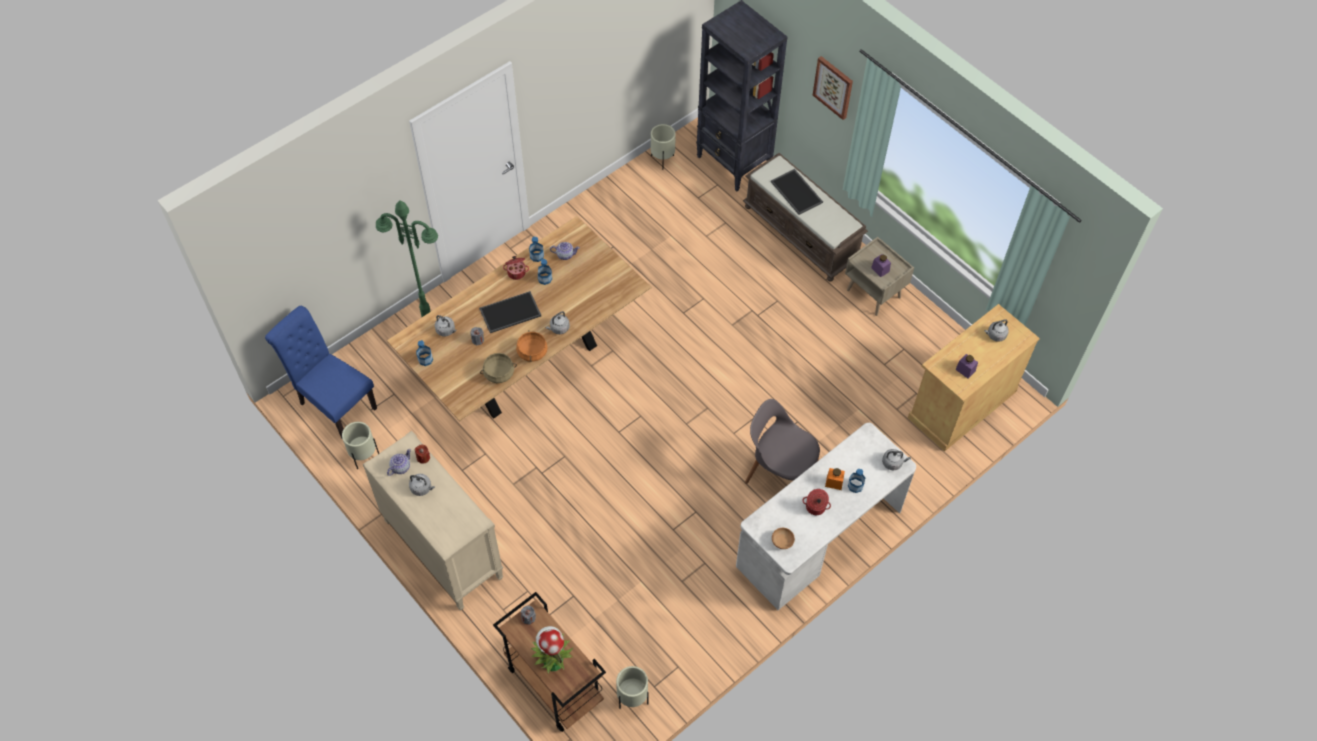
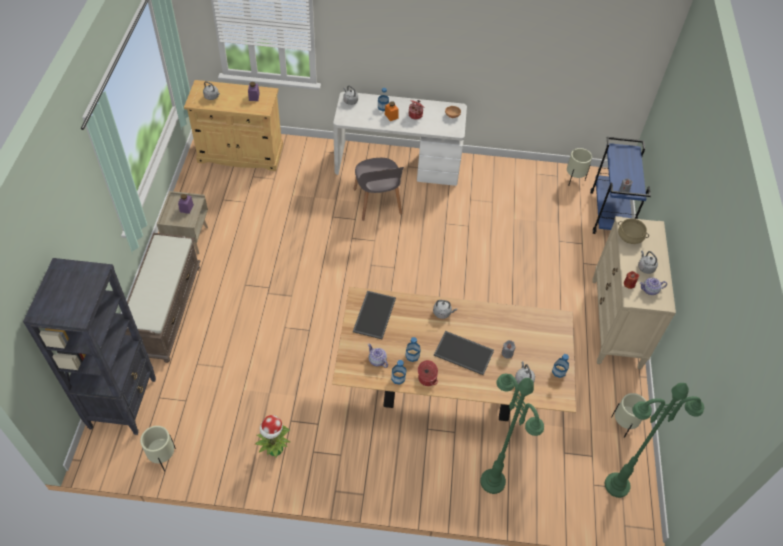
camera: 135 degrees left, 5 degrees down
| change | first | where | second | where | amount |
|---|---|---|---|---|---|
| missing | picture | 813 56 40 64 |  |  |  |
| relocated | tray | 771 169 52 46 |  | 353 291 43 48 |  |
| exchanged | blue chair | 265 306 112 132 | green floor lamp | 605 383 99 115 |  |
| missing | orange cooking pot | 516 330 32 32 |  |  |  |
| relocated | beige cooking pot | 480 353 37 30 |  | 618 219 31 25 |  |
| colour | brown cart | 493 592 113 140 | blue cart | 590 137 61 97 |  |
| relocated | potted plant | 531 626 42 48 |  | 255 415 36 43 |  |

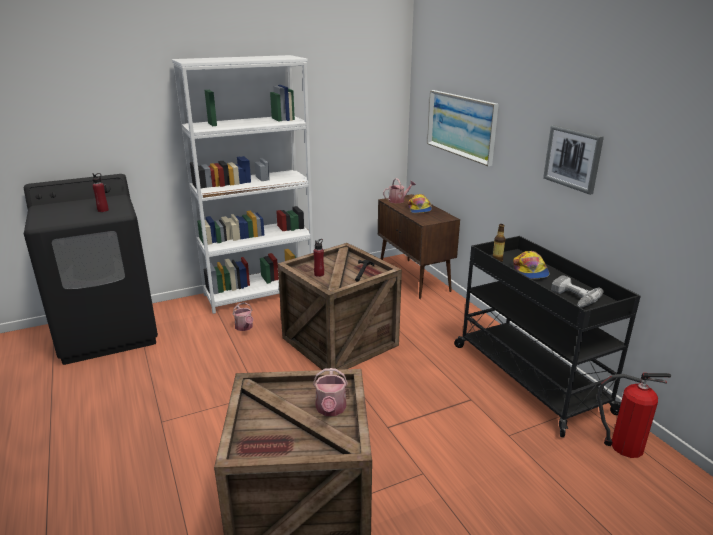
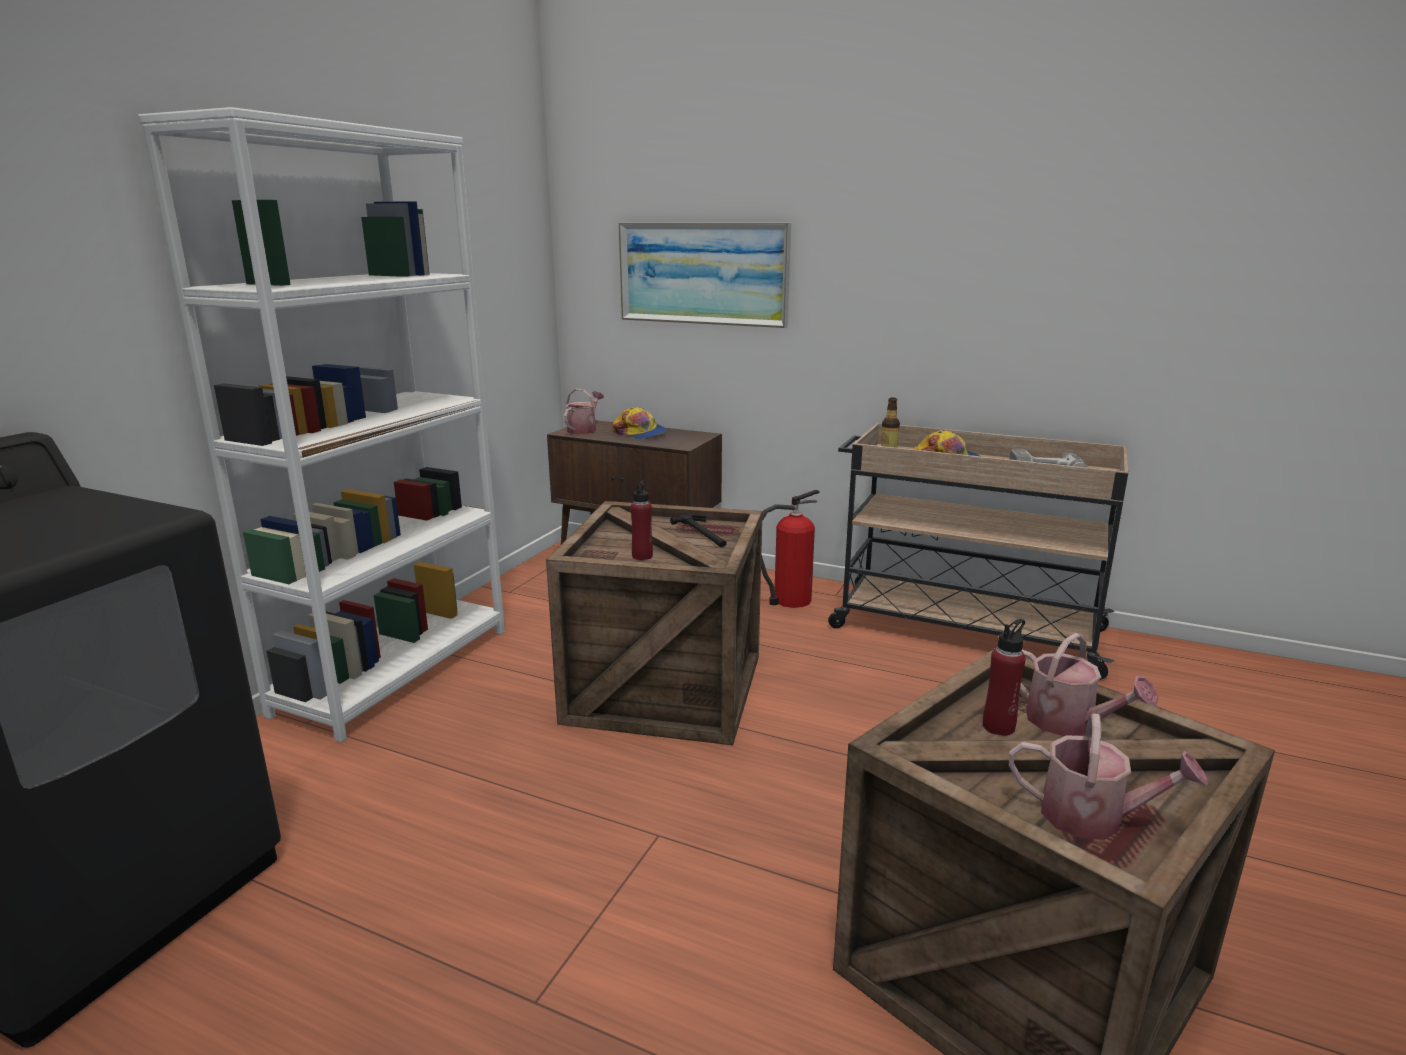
camera: 40 degrees left, 5 degrees down
| change | first | where | second | where | amount |
|---|---|---|---|---|---|
| missing | picture | 543 125 61 70 |  |  |  |
| relocated | red bottle | 92 173 17 39 |  | 983 619 43 117 |  |
| colour | black cart | 454 236 187 202 | beige cart | 828 423 300 257 |  |
| relocated | watering can | 233 302 21 29 |  | 1009 713 199 127 |  |
| relocated | fire extinguisher | 597 373 74 85 |  | 761 490 59 118 |  |

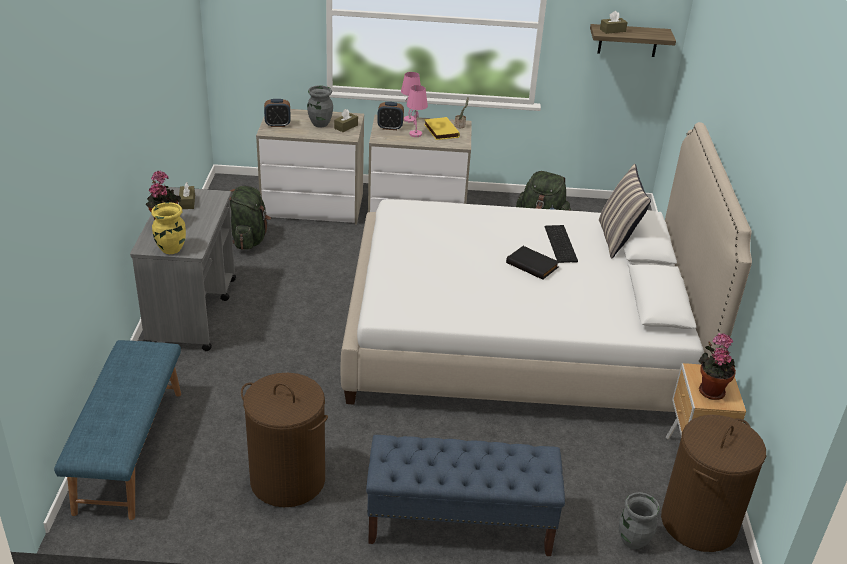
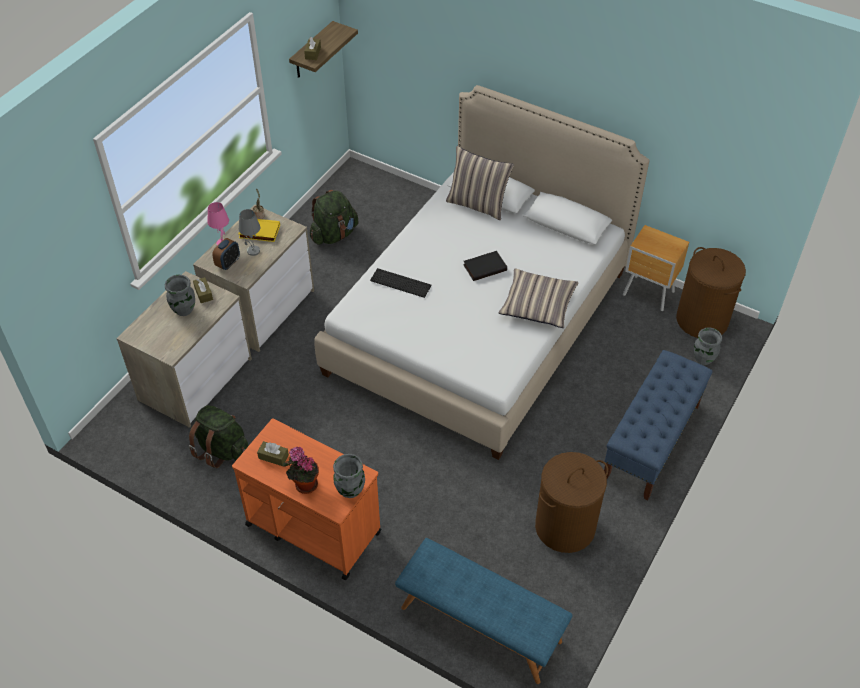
camera: 60 degrees left, 15 degrees up
| change | first | where | second | where | amount |
|---|---|---|---|---|---|
| colour | pink table lamp | 407 85 21 52 | grey table lamp | 239 209 21 47 |  |
| missing | alarm clock | 264 99 27 28 |  |  |  |
| colour | grey cart | 130 187 106 164 | orange cart | 232 419 150 161 |  |
| colour | yellow vase | 151 202 35 52 | grey vase | 333 454 32 44 |  |
| relocated | keyboard | 545 225 33 38 |  | 370 268 61 30 |  |
| missing | potted plant | 699 333 37 67 |  |  |  |
| appeared |  |  | pillow | 499 269 80 59 |  |

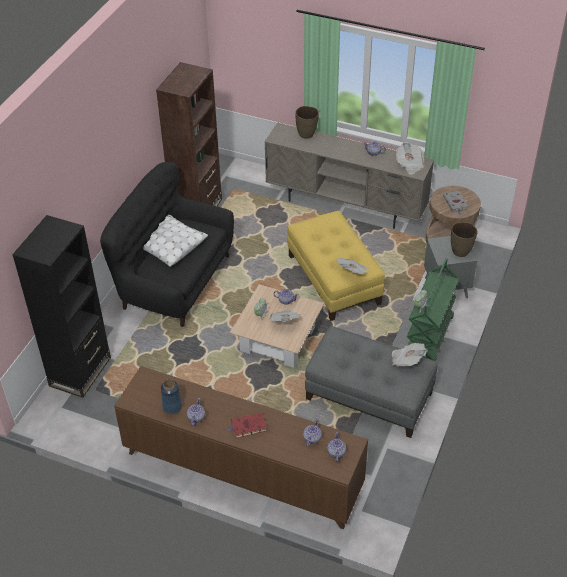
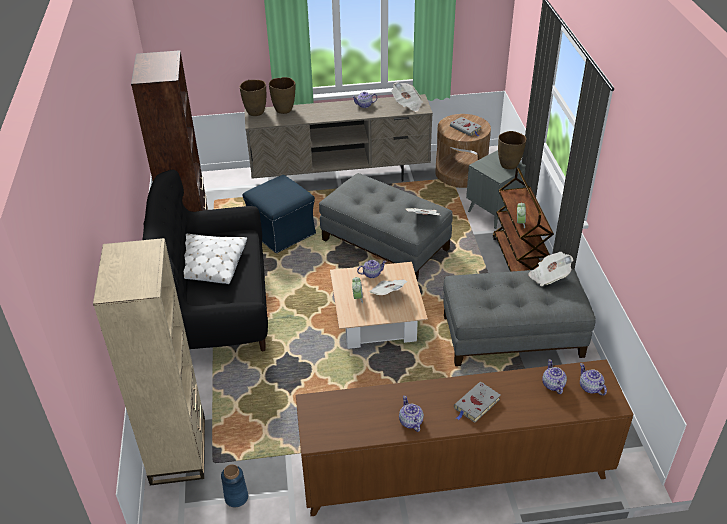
camera: 30 degrees left, 5 degrees down
| change | first | where | second | where | amount |
|---|---|---|---|---|---|
| colour | yellow ottoman | 288 211 97 110 | grey ottoman | 319 173 134 108 |  |
| colour | black bookcase | 12 215 99 183 | beige bookcase | 93 238 112 248 |  |
| colour | green cart | 407 258 52 103 | brown cart | 493 168 61 104 |  |
| relocated | blue vase | 161 379 21 35 |  | 221 464 27 43 |  |
| colour | red book | 227 413 40 25 | grey book | 454 382 47 41 |  |
| appeared |  |  | brown vase | 239 80 27 36 |  |
| appeared |  |  | blue ottoman | 242 175 74 78 |  |

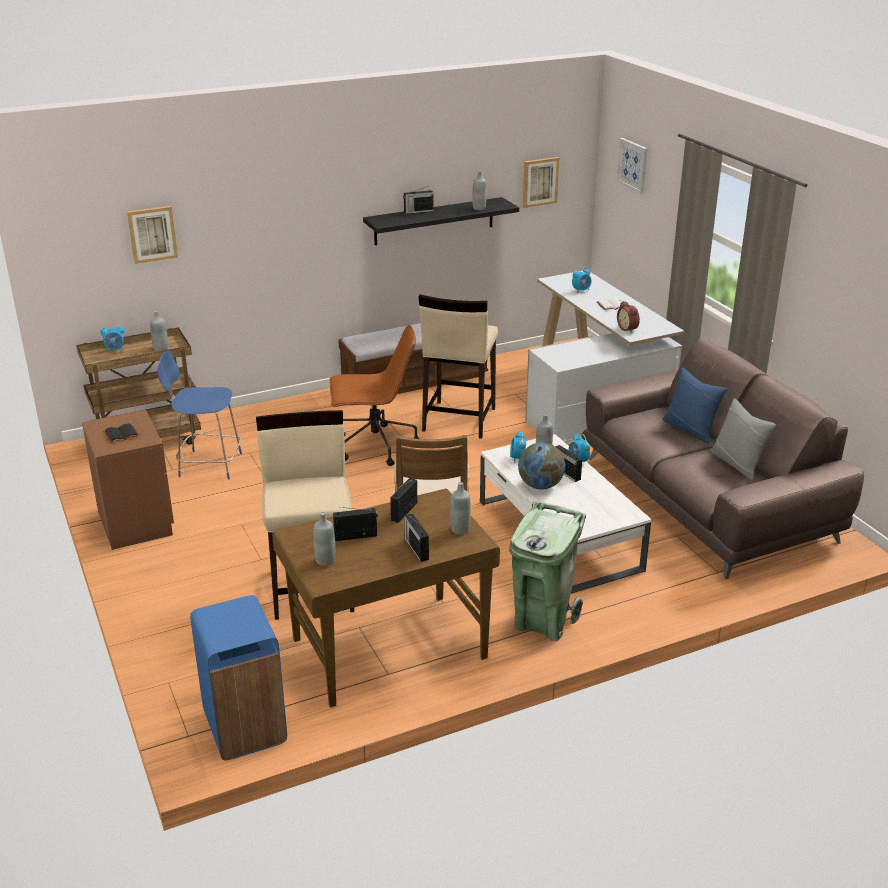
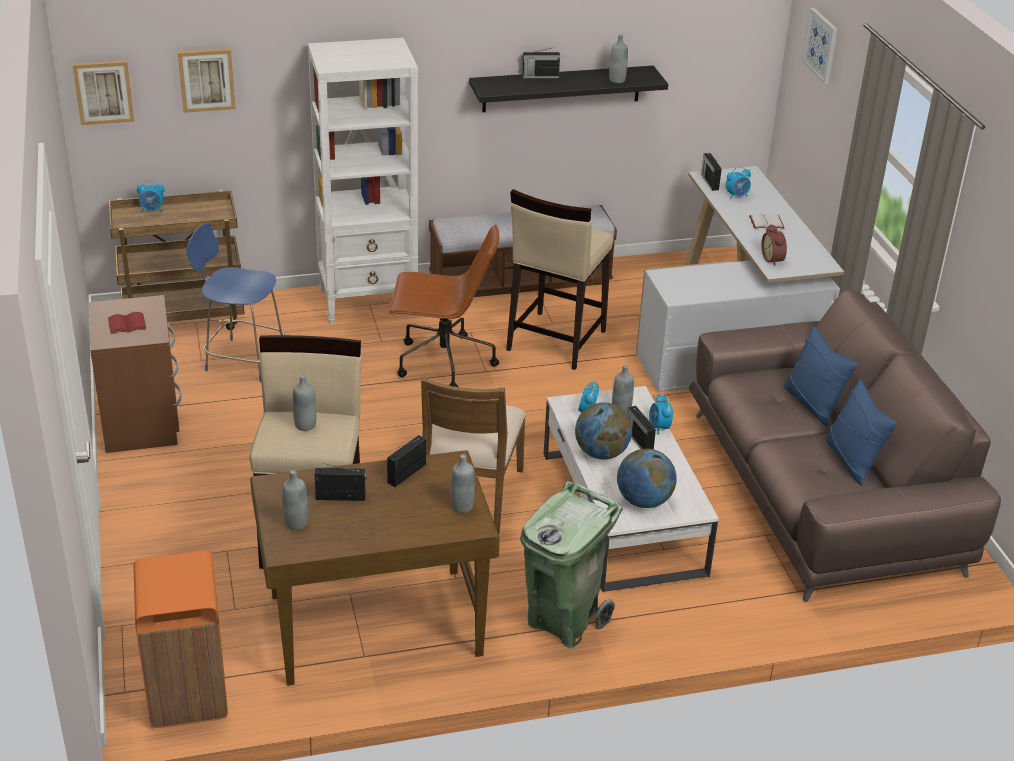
camera: 10 degrees right, 5 degrees up
| change | first | where | second | where | amount |
|---|---|---|---|---|---|
| relocated | picture | 523 157 36 51 |  | 73 60 61 65 |  |
| relocated | grey bottle | 150 311 18 41 |  | 293 375 23 56 |  |
| colour | grey pillow | 710 398 66 82 | blue pillow | 826 379 71 107 |  |
| colour | black book | 103 424 36 19 | red book | 108 312 38 22 |  |
| relocated | radio | 404 513 25 49 |  | 701 153 21 38 |  |
| colour | blue trash can | 190 595 97 165 | orange trash can | 133 551 95 177 |  |
| appeared |  |  | white bookcase | 308 38 110 287 |  |
| appeared |  |  | globe | 617 449 59 59 |  |

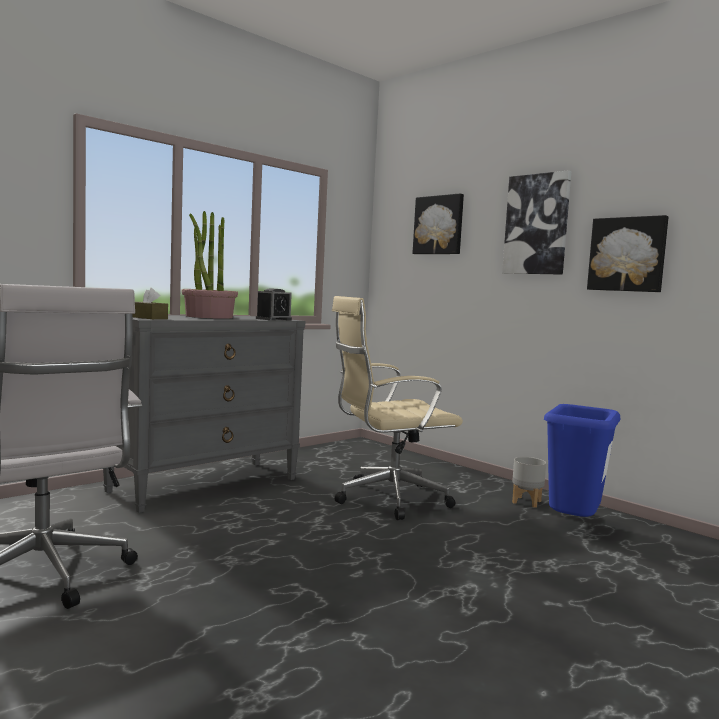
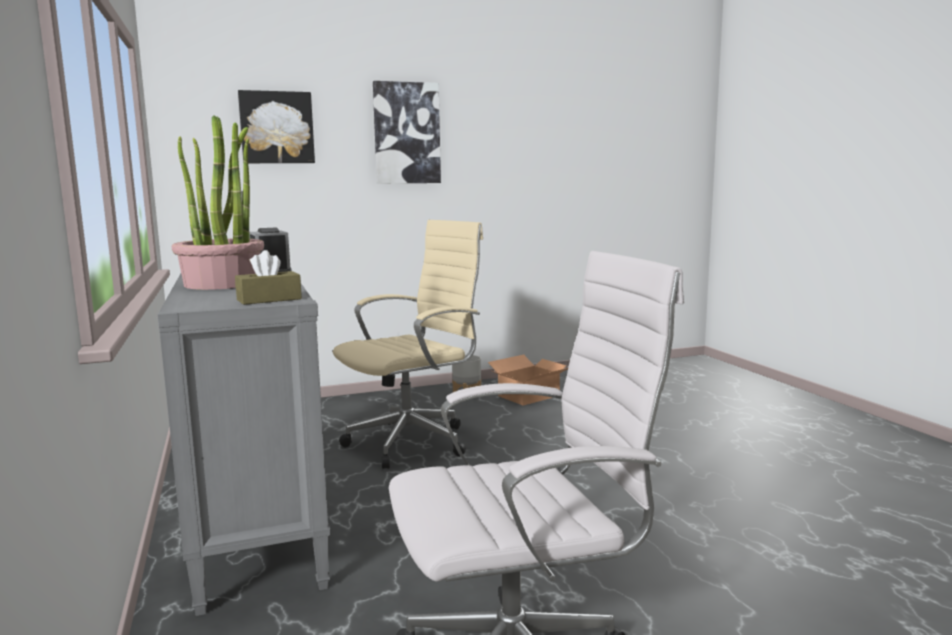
camera: 65 degrees left, 5 degrees up
| change | first | where | second | where | amount |
|---|---|---|---|---|---|
| missing | picture | 587 215 82 77 |  |  |  |
| spun | beige office chair | 332 296 131 224 |  | 333 220 150 249 | 135 degrees counterclockwise |
| exchanged | blue trash can | 544 404 77 113 | cardboard box | 488 355 80 51 |  |

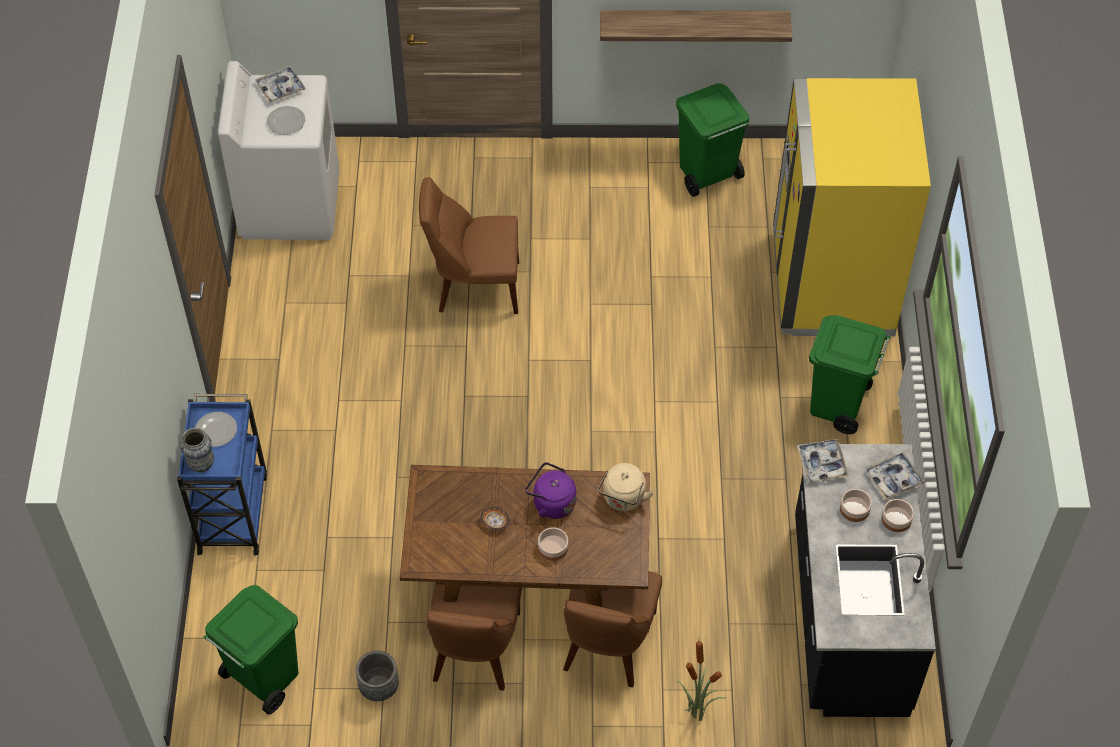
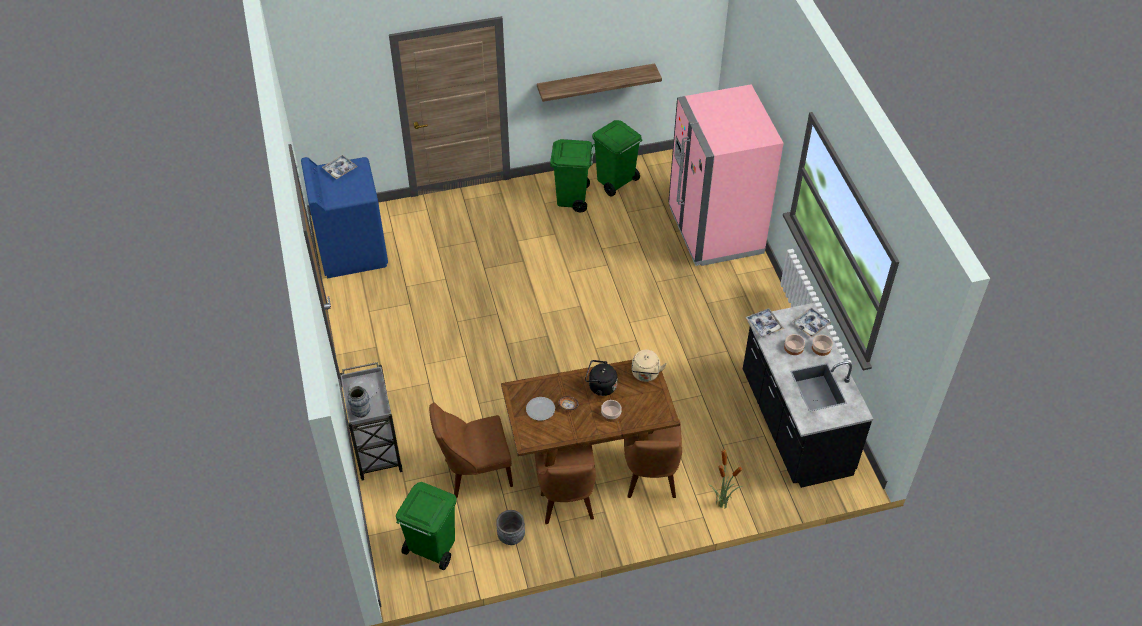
camera: 15 degrees left, 5 degrees down
| change | first | where | second | where | amount |
|---|---|---|---|---|---|
| colour | white washing machine | 218 61 122 179 | blue washing machine | 301 157 87 122 |  |
| colour | yellow fridge | 773 78 158 258 | pink fridge | 668 84 115 182 |  |
| relocated | plate | 267 106 38 29 |  | 526 397 29 24 |  |
| relocated | brown chair | 419 177 100 137 |  | 429 403 84 95 |  |
| relocated | green trash can | 809 315 81 119 |  | 550 139 45 73 |  |
| colour | blue cart | 177 394 90 161 | grey cart | 340 362 63 119 |  |
| colour | purple kettle | 525 462 51 57 | black kettle | 585 360 33 36 |  |

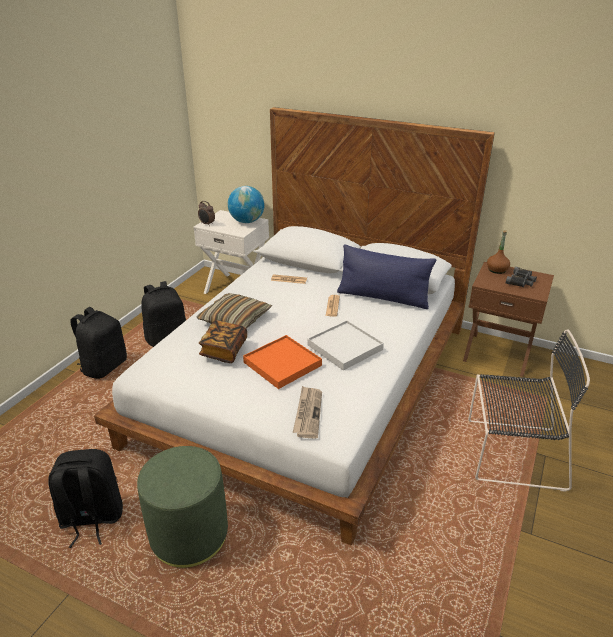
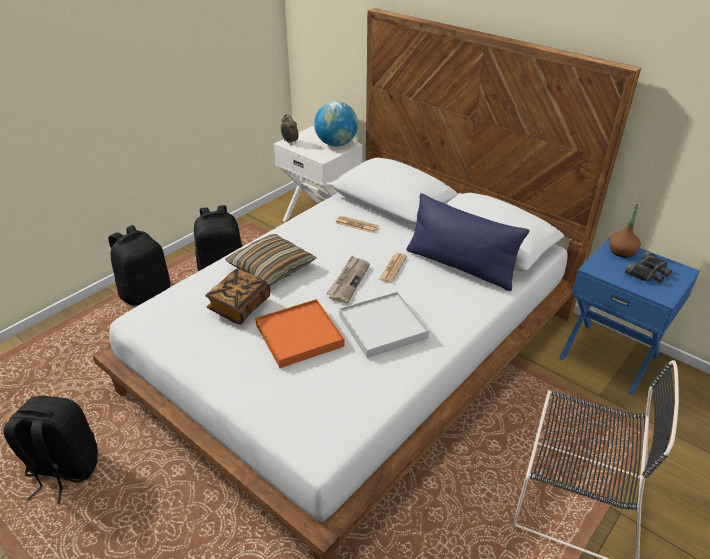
camera: 15 degrees right, 5 degrees up
| change | first | where | second | where | amount |
|---|---|---|---|---|---|
| colour | brown nightstand | 463 262 91 115 | blue nightstand | 559 237 141 158 |  |
| relocated | newspaper | 293 386 29 52 |  | 326 256 44 47 |  |
| missing | green ottoman | 137 446 91 122 |  |  |  |

